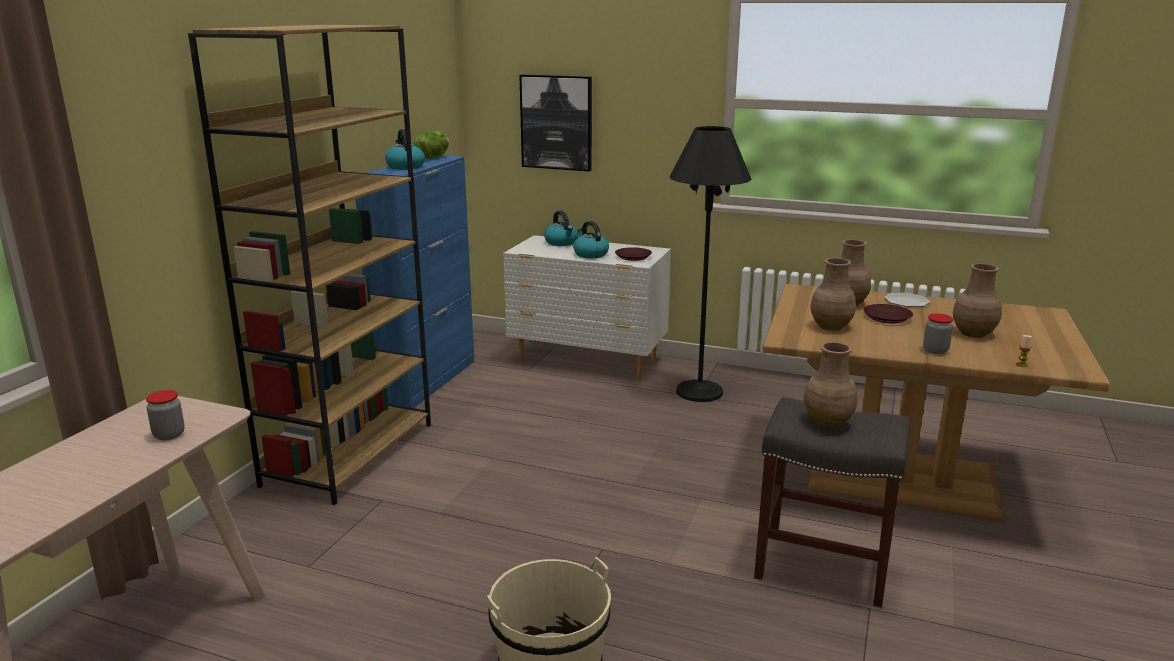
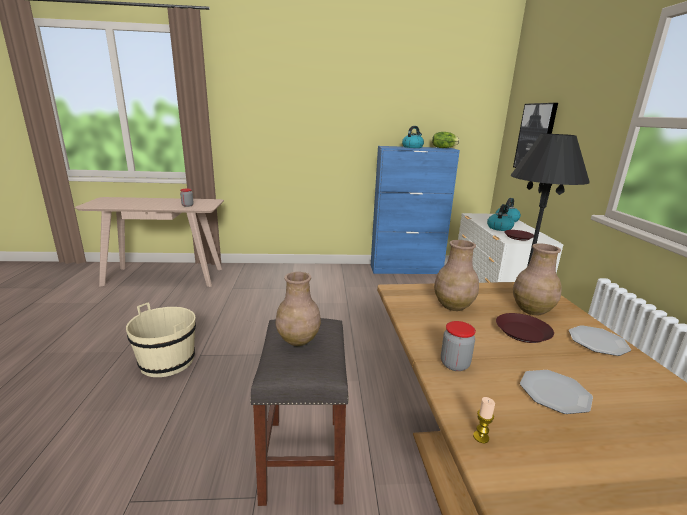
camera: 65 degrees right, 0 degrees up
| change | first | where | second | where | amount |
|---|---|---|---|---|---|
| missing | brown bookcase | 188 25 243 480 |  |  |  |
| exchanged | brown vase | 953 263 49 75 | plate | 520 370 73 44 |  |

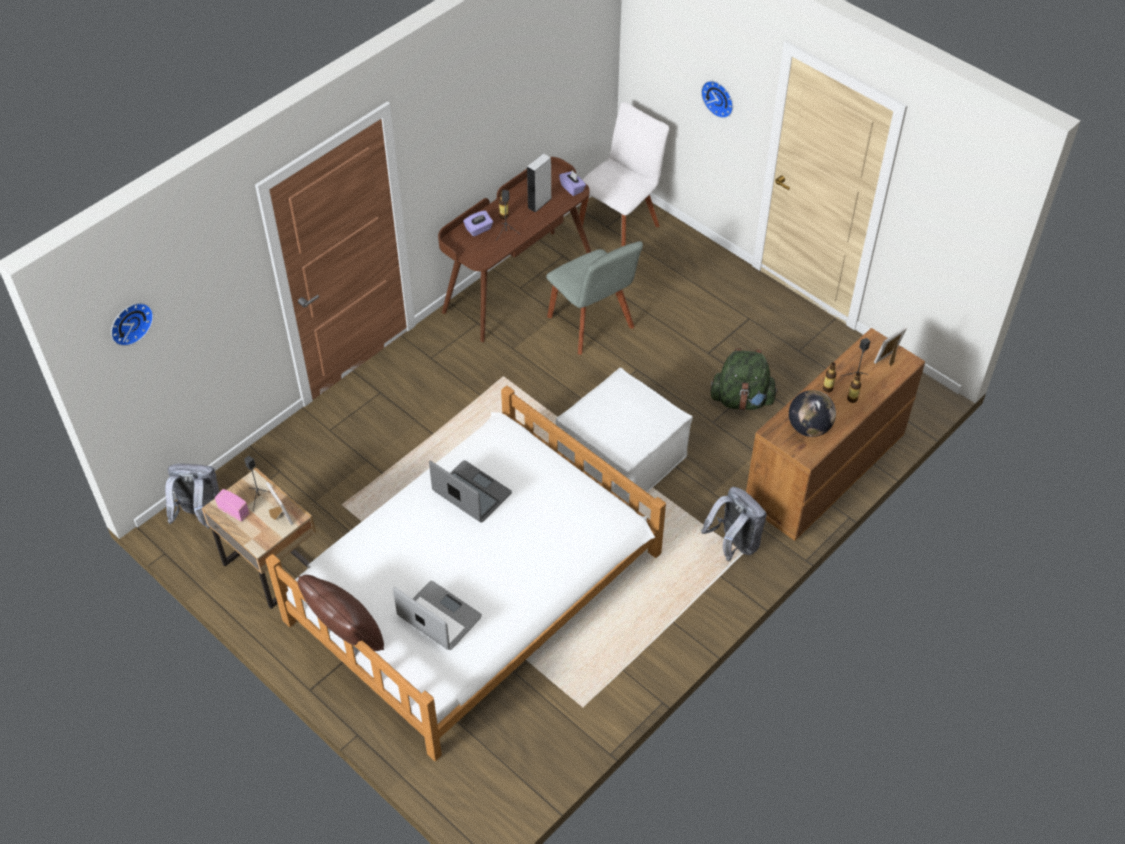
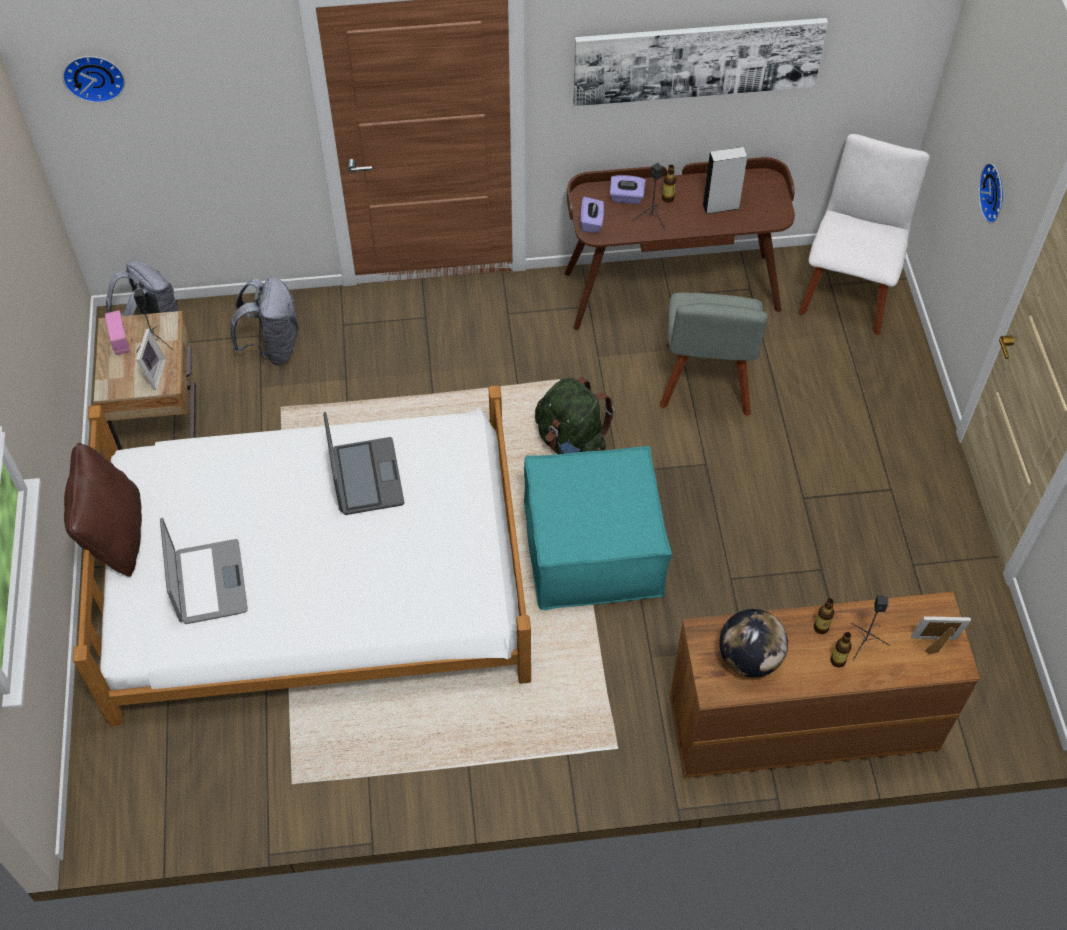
camera: 40 degrees right, 5 degrees up
| change | first | where | second | where | amount |
|---|---|---|---|---|---|
| spun | white chair | 579 102 90 145 |  | 798 134 132 201 | 60 degrees counterclockwise |
| relocated | purple tissue box | 559 170 27 26 |  | 580 197 24 36 |  |
| relocated | green backpack | 710 349 68 61 |  | 535 377 80 77 |  |
| colour | white ottoman | 556 368 137 136 | turquoise ottoman | 524 446 148 164 |  |
| relocated | grey backpack | 701 487 66 74 |  | 230 277 68 88 |  |
| appeared |  |  | picture | 573 18 255 88 |  |

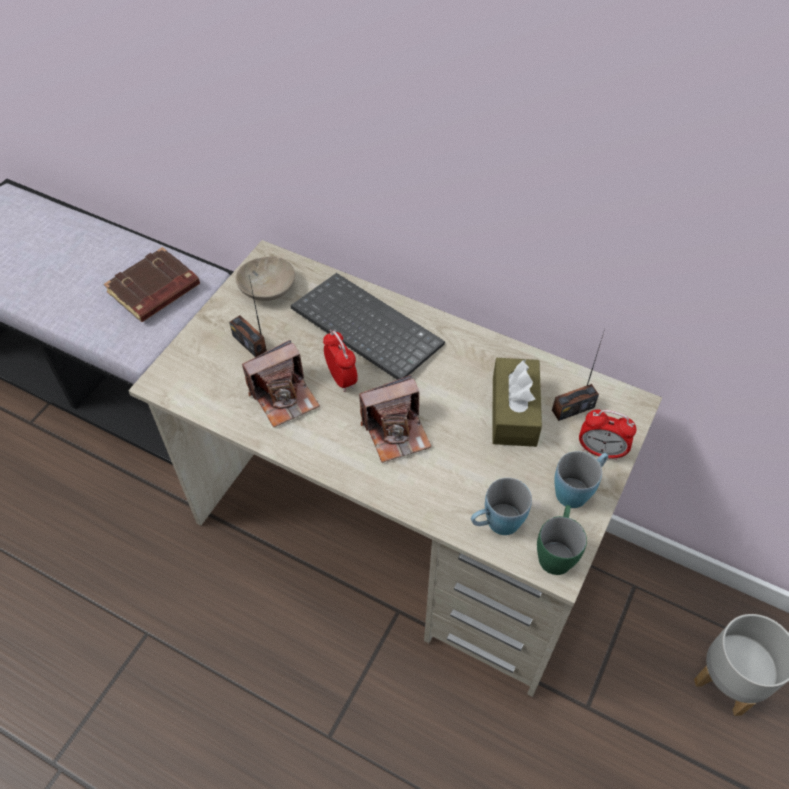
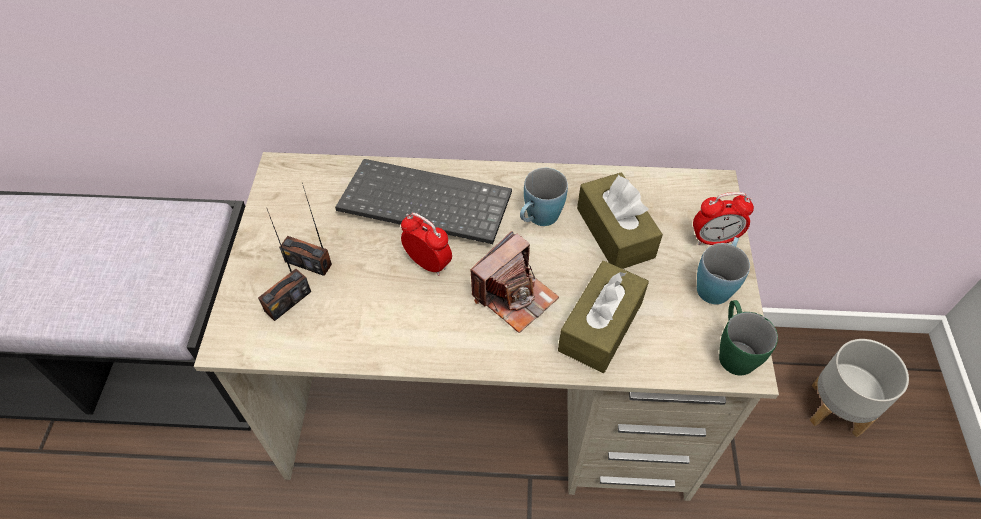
camera: 25 degrees left, 0 degrees up
| change | first | where | second | where | amount |
|---|---|---|---|---|---|
| missing | brown book | 104 247 96 75 |  |  |  |
| missing | beige bowl | 235 256 60 45 |  |  |  |
| relocated | radio | 552 329 53 92 |  | 258 207 53 114 |  |
| missing | photo camera | 242 340 78 87 |  |  |  |
| relocated | blue mug | 471 478 61 57 |  | 520 168 48 58 |  |
| appeared |  |  | brown tissue box | 558 261 91 112 |  |

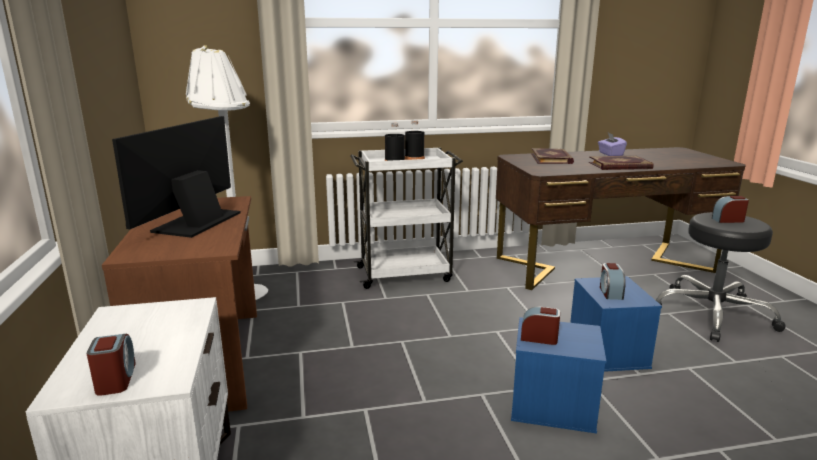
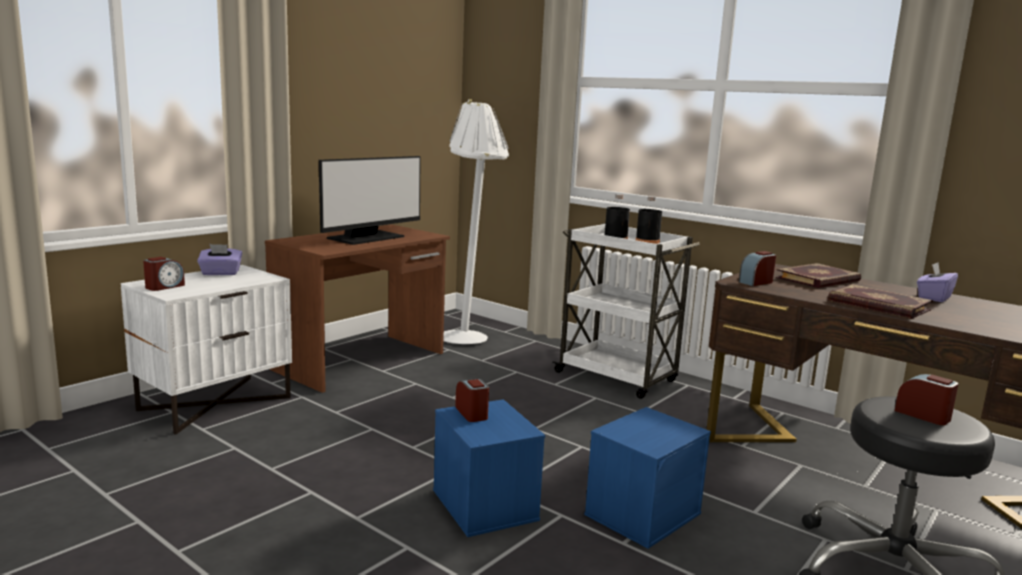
camera: 50 degrees right, 5 degrees down
| change | first | where | second | where | amount |
|---|---|---|---|---|---|
| spun | monitor | 112 116 129 122 |  | 319 156 102 89 | 150 degrees clockwise |
| relocated | alarm clock | 600 263 26 37 |  | 739 251 37 35 |  |
| appeared |  |  | purple tissue box | 197 244 45 31 |  |

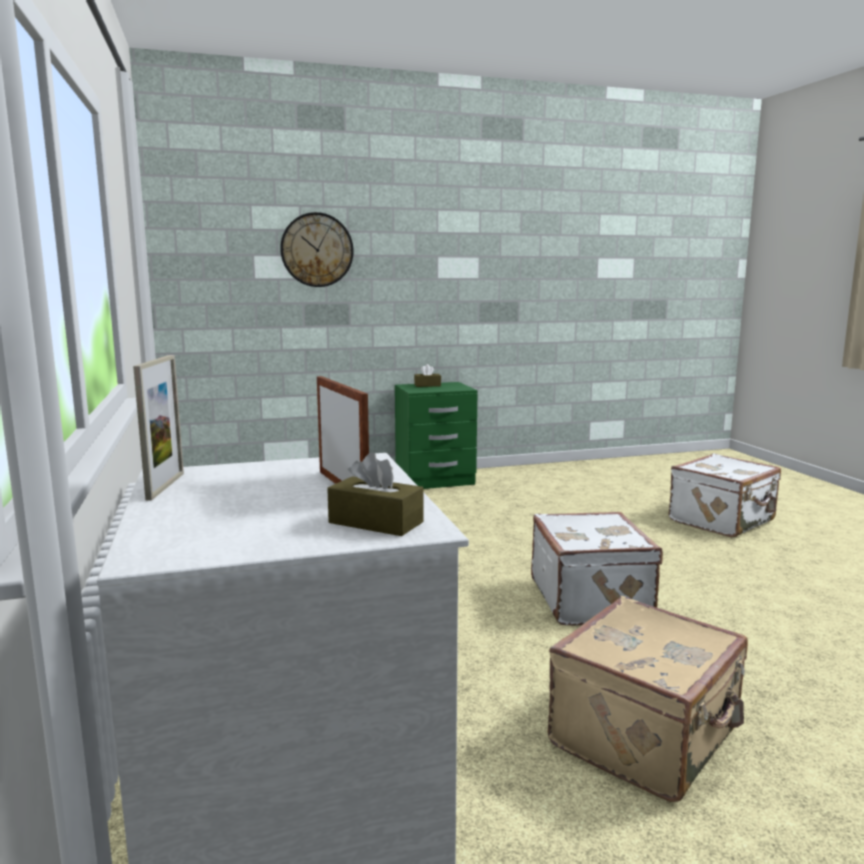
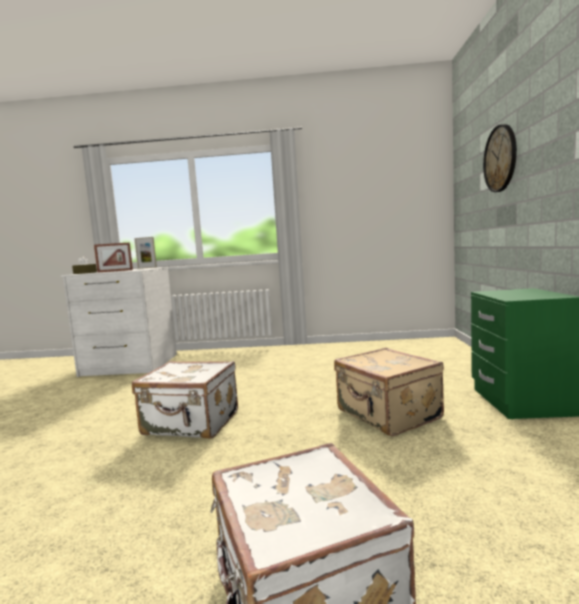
camera: 110 degrees right, 5 degrees down
| change | first | where | second | where | amount |
|---|---|---|---|---|---|
| missing | brown tissue box | 414 364 27 23 |  |  |  |
| relocated | beige suitcase | 548 596 200 206 |  | 334 348 110 88 |  |

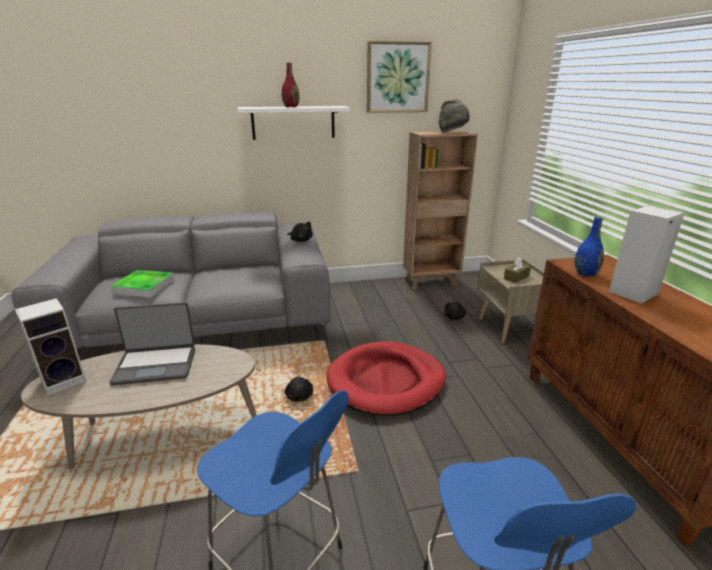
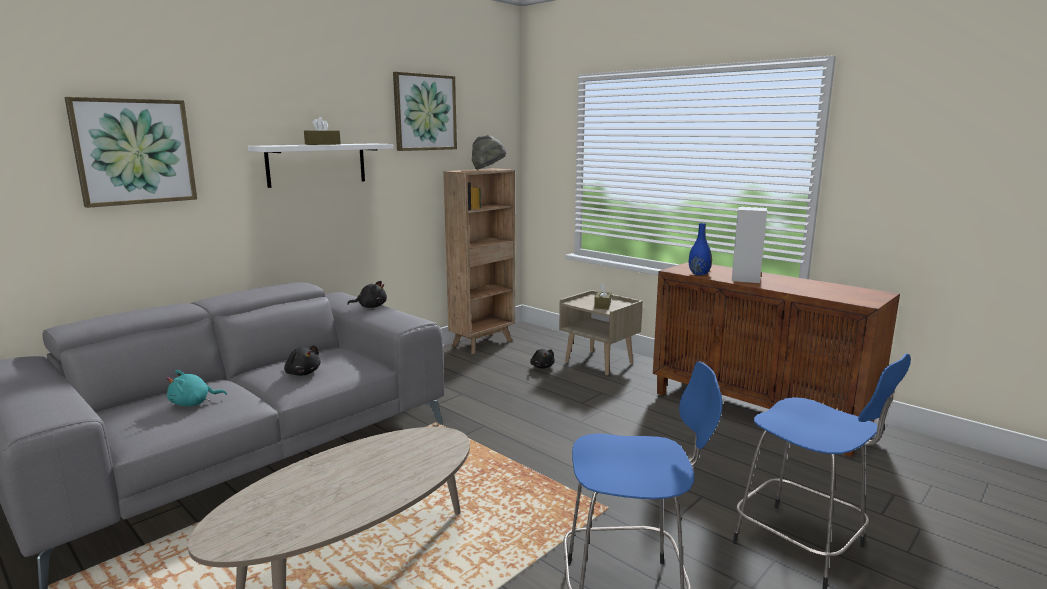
camera: 35 degrees left, 10 degrees down
| change | first | where | second | where | amount |
|---|---|---|---|---|---|
| exchanged | red vase | 282 63 17 44 | brown tissue box | 304 117 37 28 |  |
| exchanged | tray | 110 270 65 27 | turquoise plush toy | 166 370 61 36 |  |
| missing | speaker | 15 298 71 98 |  |  |  |
| missing | laptop | 109 302 86 83 |  |  |  |
| missing | red dog bed | 326 341 120 75 |  |  |  |
| relocated | black plush toy | 284 377 29 25 |  | 284 345 37 31 |  |
| appeared |  |  | picture | 64 97 133 111 |  |

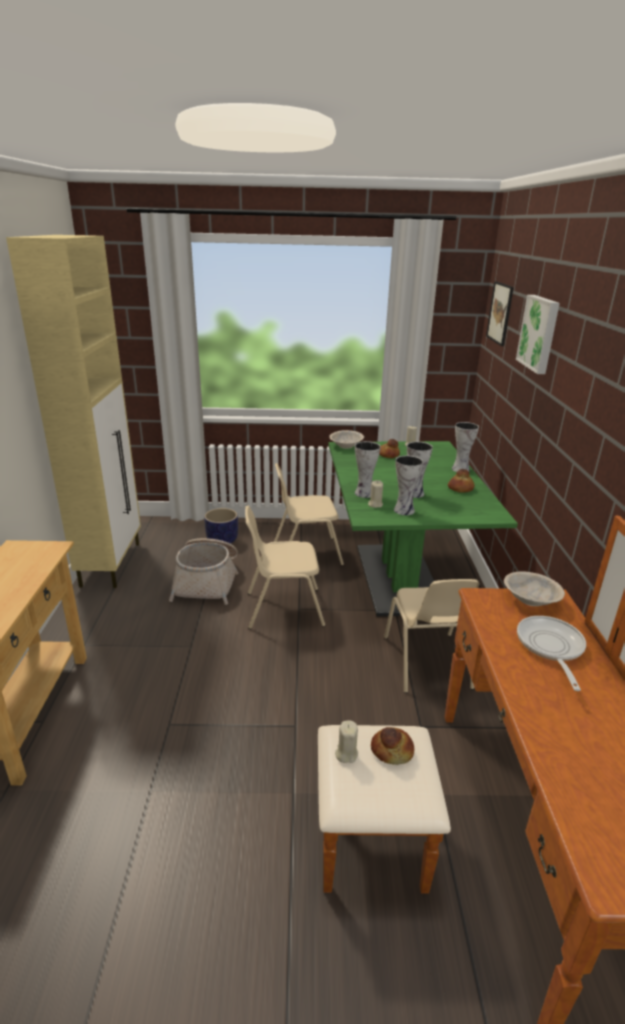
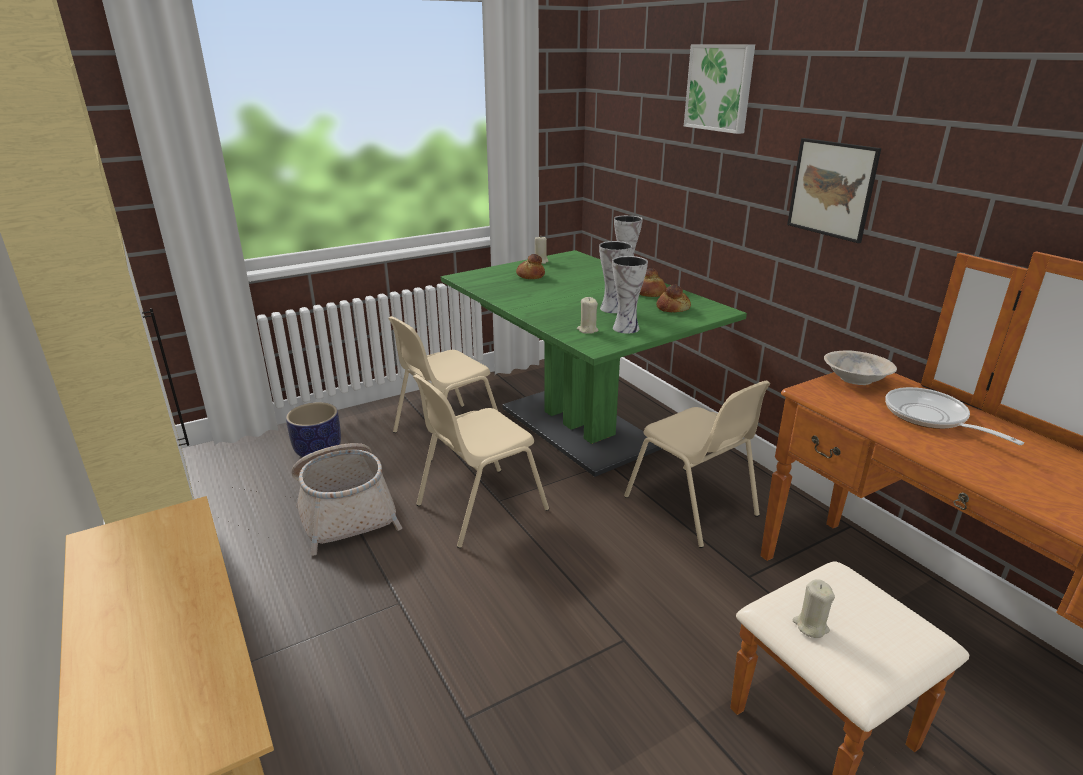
camera: 30 degrees left, 0 degrees up
| change | first | where | second | where | amount |
|---|---|---|---|---|---|
| relocated | picture | 486 281 28 65 |  | 787 138 94 105 |  |
| missing | beige bowl | 329 430 35 19 |  |  |  |
| missing | vase | 355 441 26 57 |  |  |  |
| relocated | bread | 371 727 43 38 |  | 656 284 35 28 |  |

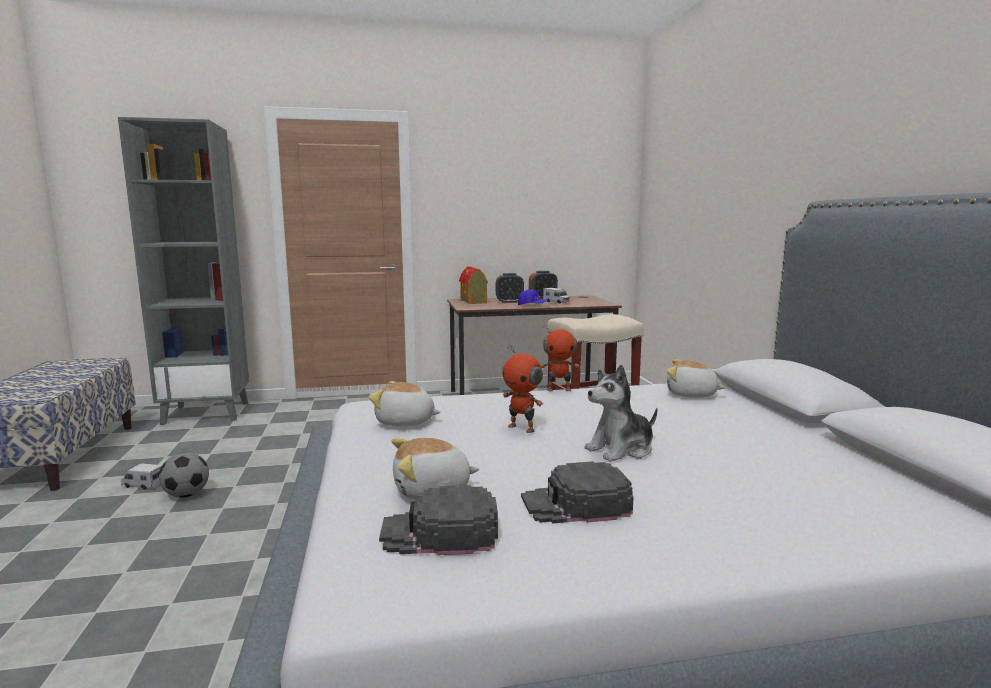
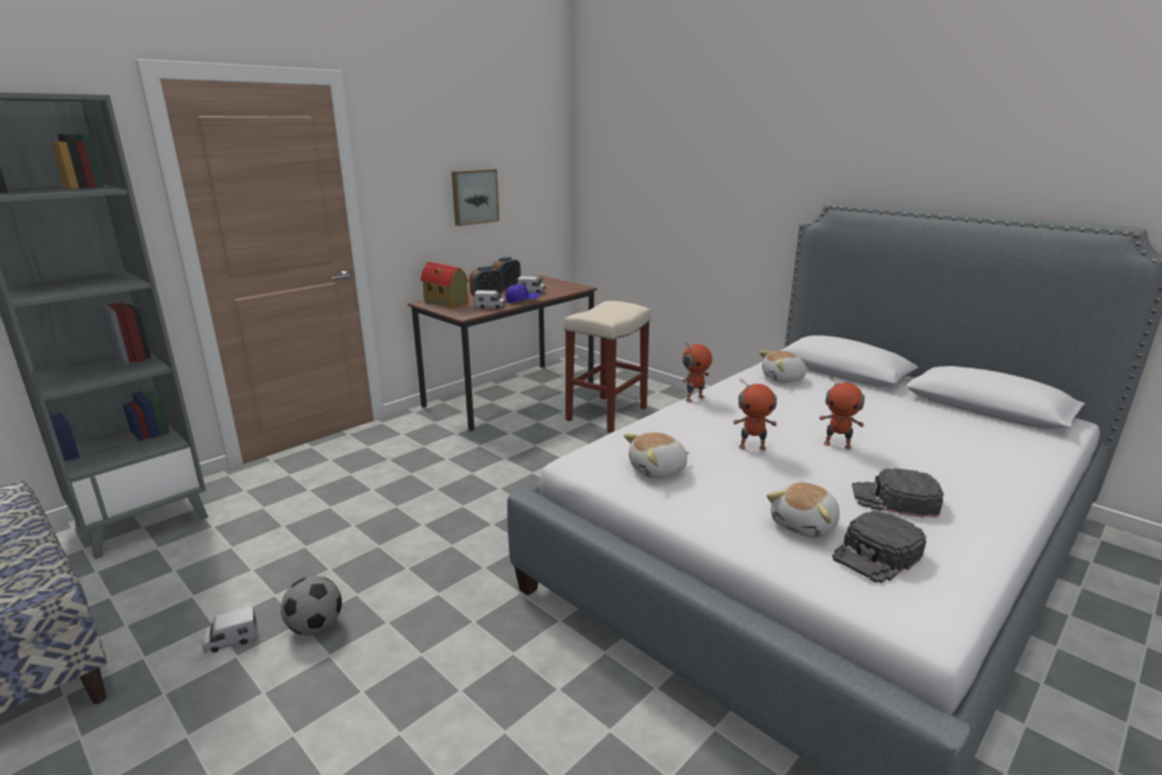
camera: 35 degrees left, 10 degrees up
| change | first | where | second | where | amount |
|---|---|---|---|---|---|
| exchanged | plush toy | 584 365 73 97 | toy robot | 819 375 46 75 |  |
| spun | black cap | 521 461 113 63 |  | 852 468 92 50 | 60 degrees clockwise |
| appeared |  |  | picture | 451 169 48 57 |  |
| appeared |  |  | toy truck | 474 290 32 19 |  |

